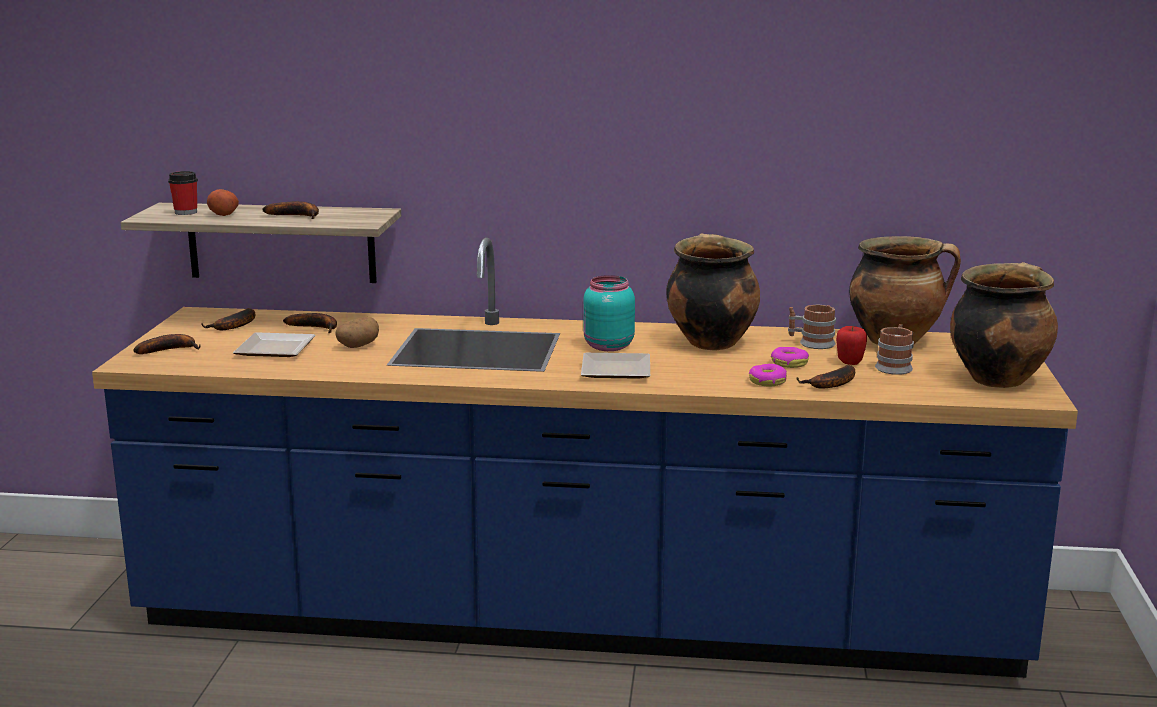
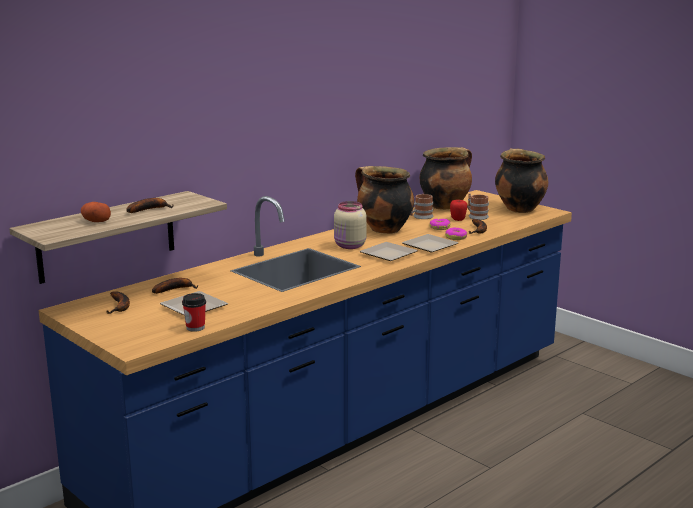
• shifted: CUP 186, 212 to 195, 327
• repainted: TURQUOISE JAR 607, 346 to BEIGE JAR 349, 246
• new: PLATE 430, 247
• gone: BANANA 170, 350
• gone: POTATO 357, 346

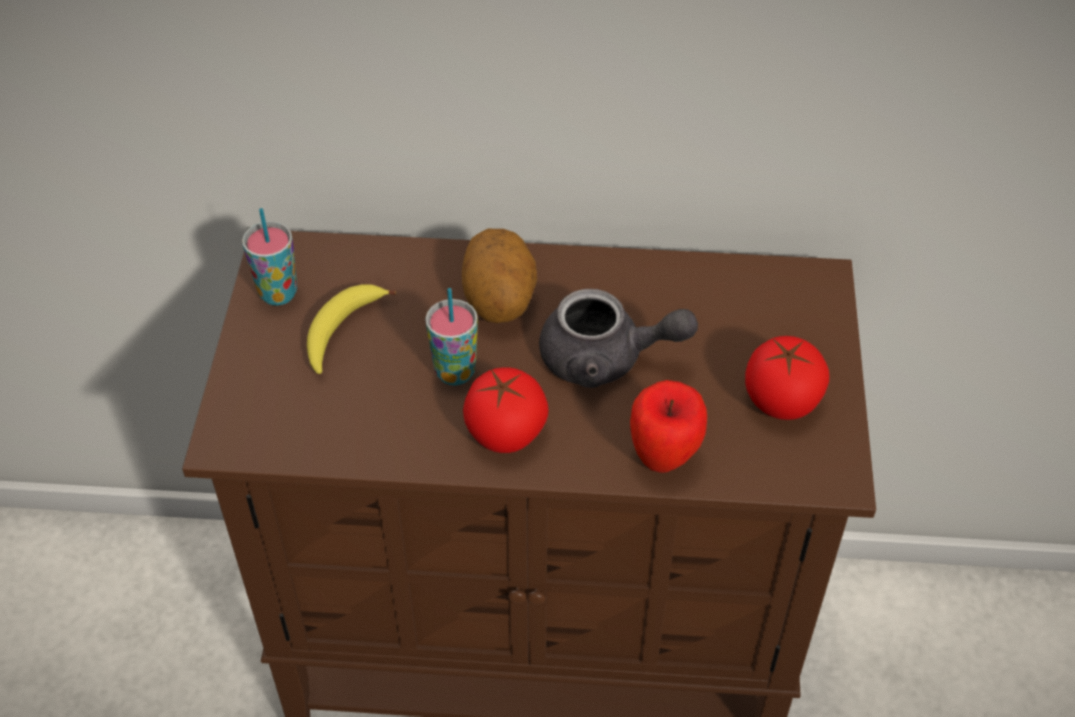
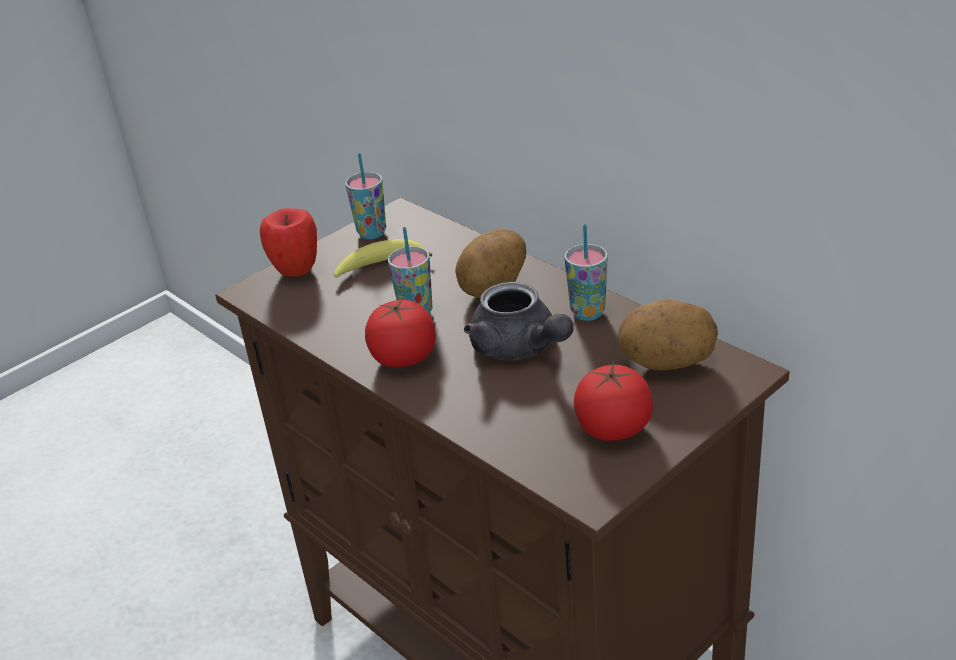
• shifted: APPLE 663, 458 to 296, 272
• new: CUP 588, 313
• new: POTATO 667, 362

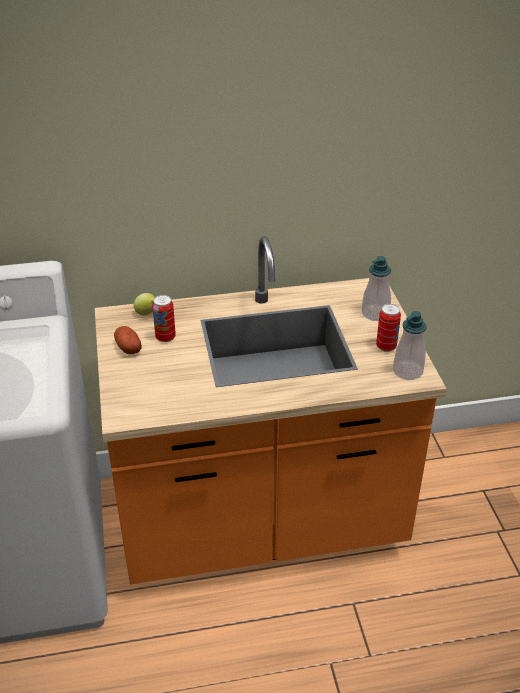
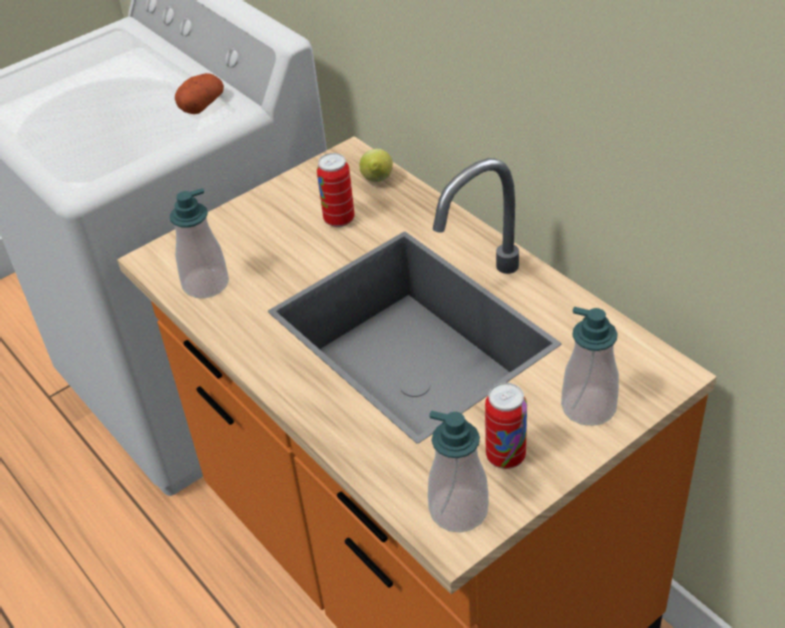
• new: SOAP DISPENSER 206, 284
• shifted: POTATO 128, 347 to 202, 105

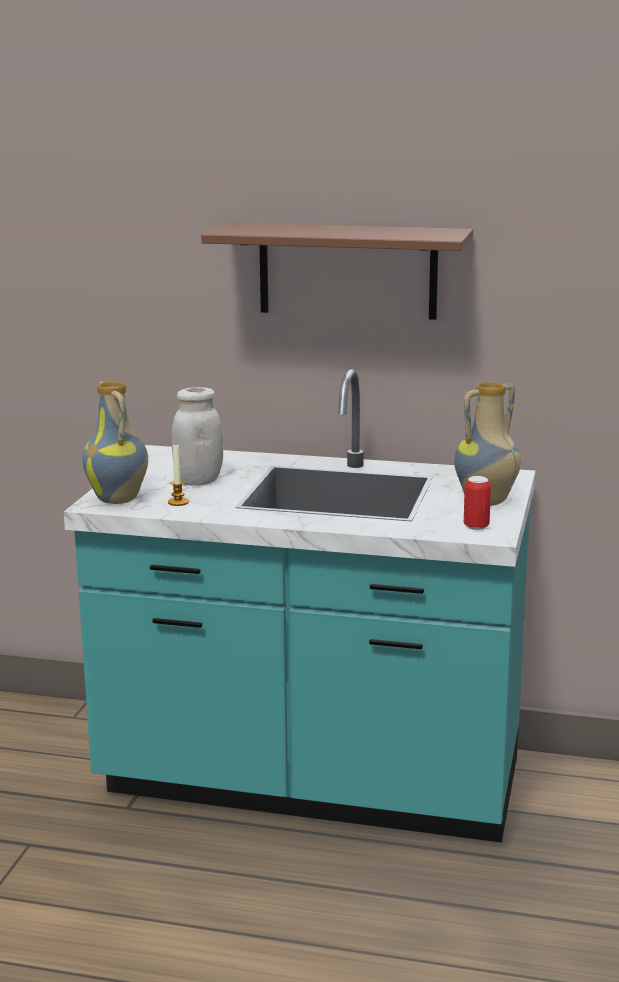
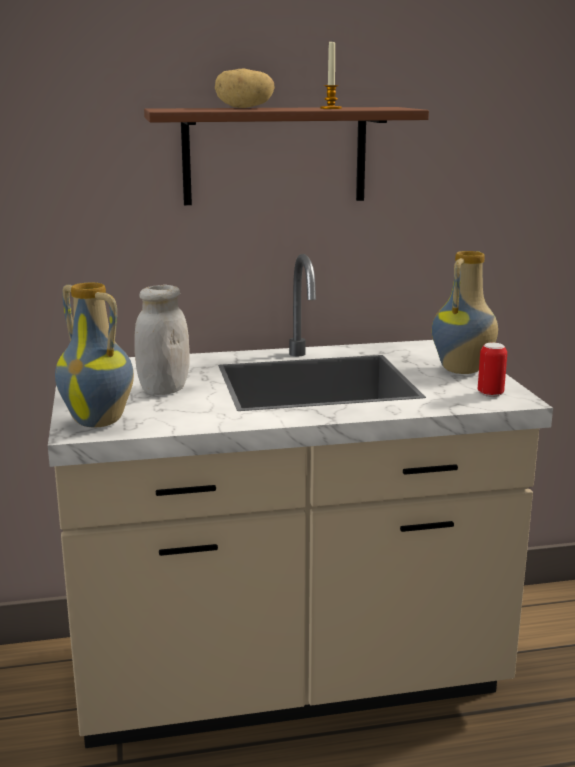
• repainted: TURQUOISE COUNTER 311, 785 to BEIGE COUNTER 287, 680
• new: POTATO 244, 107
• shifted: CANDLE 178, 502 to 331, 108

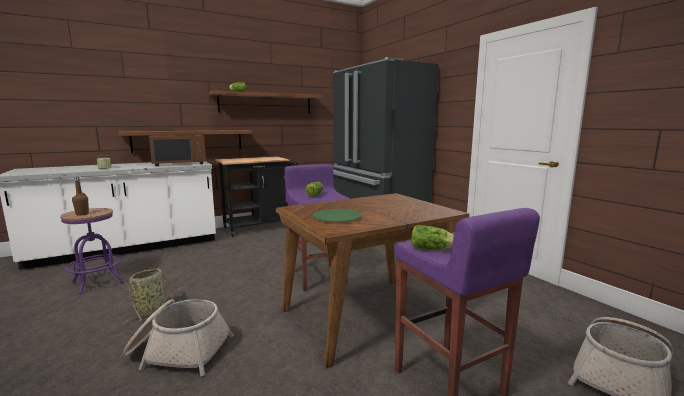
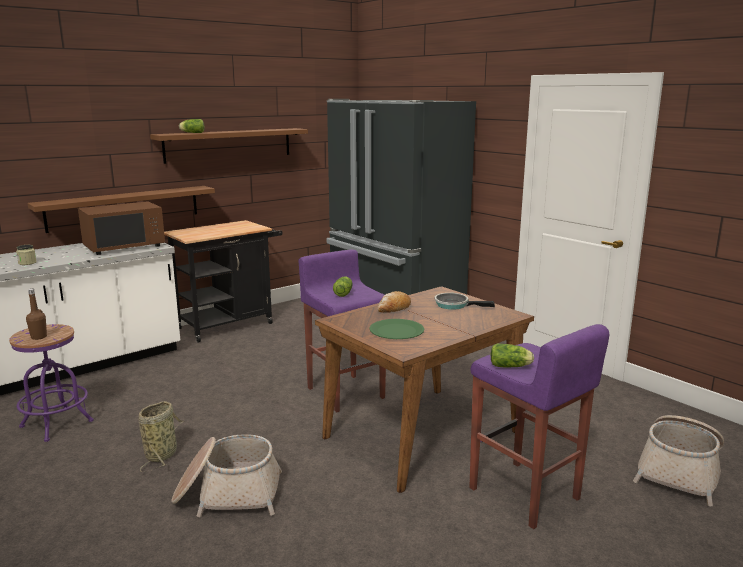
• new: BREAD 393, 309
• new: FRYING PAN 454, 305

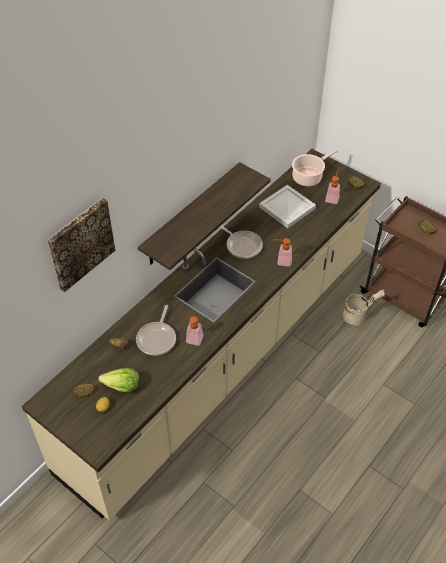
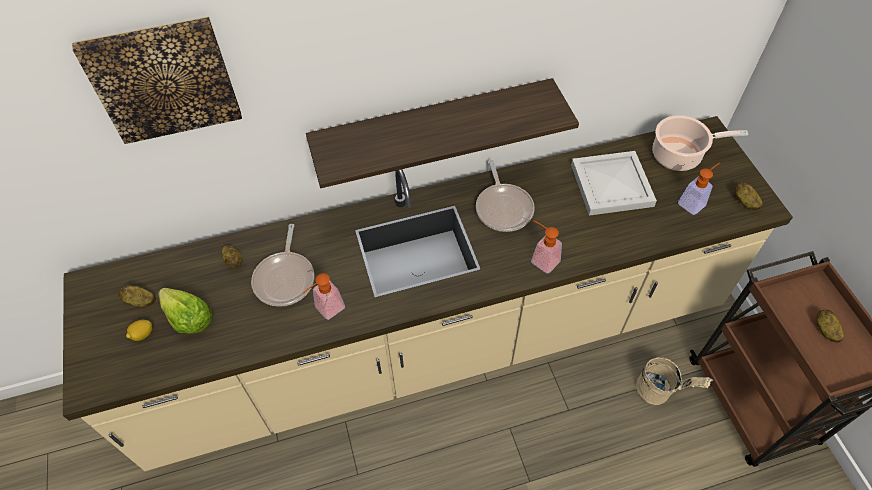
• rotated: FRYING PAN 157, 338 = 285, 278 45 degrees counterclockwise

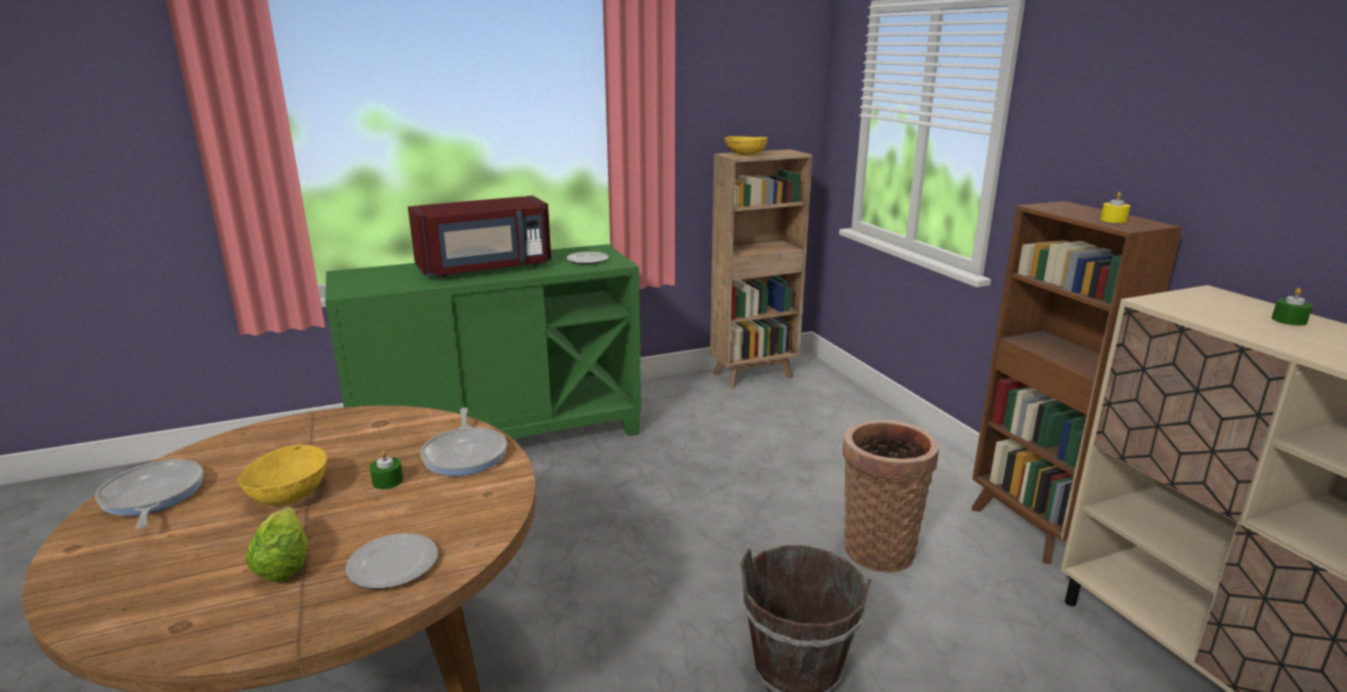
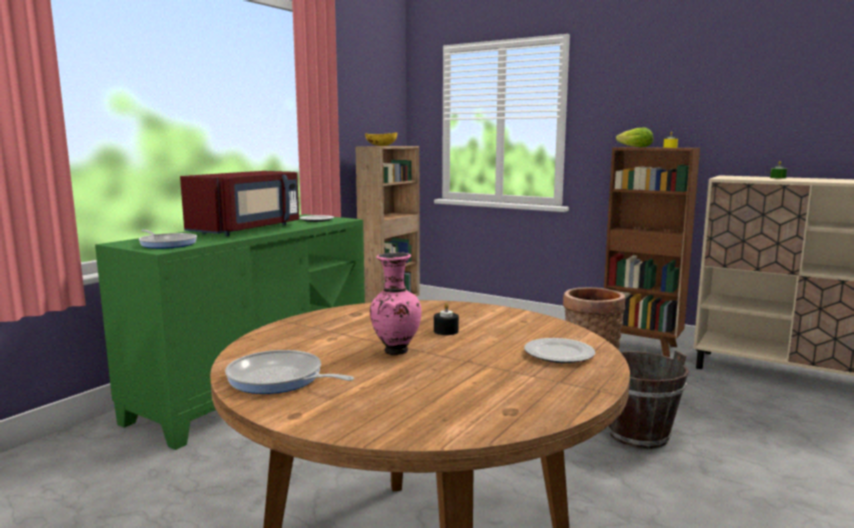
• shifted: FRYING PAN 466, 454 to 167, 244
• swapped: YELLOW BOWL 289, 495 to PINK VASE 395, 351
• repainted: GREEN CANDLE 387, 481 to BLACK CANDLE 446, 331
• shifted: LETTUCE 285, 560 to 633, 147

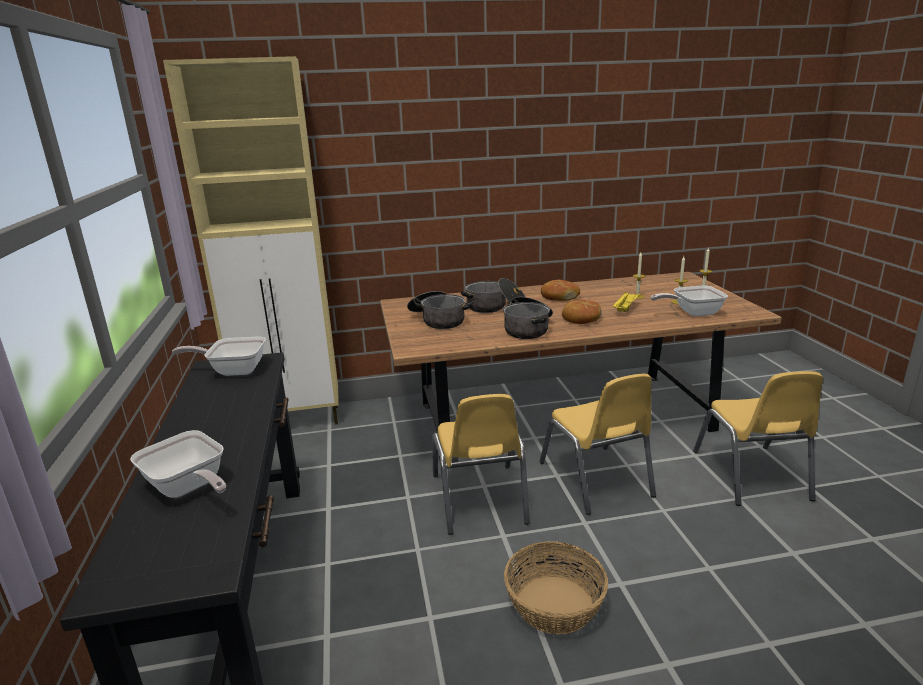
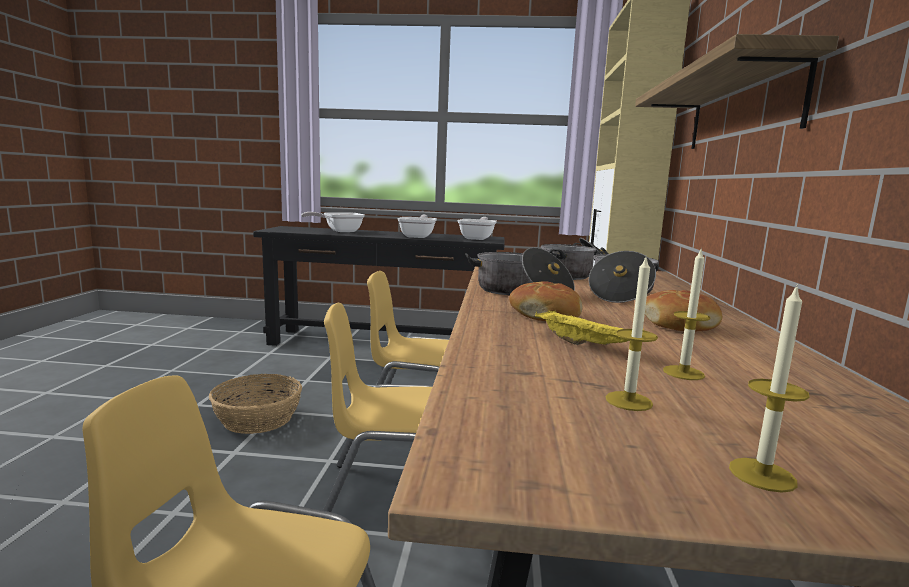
• shifted: FRYING PAN 692, 313 to 418, 236
• new: SHELF 741, 109

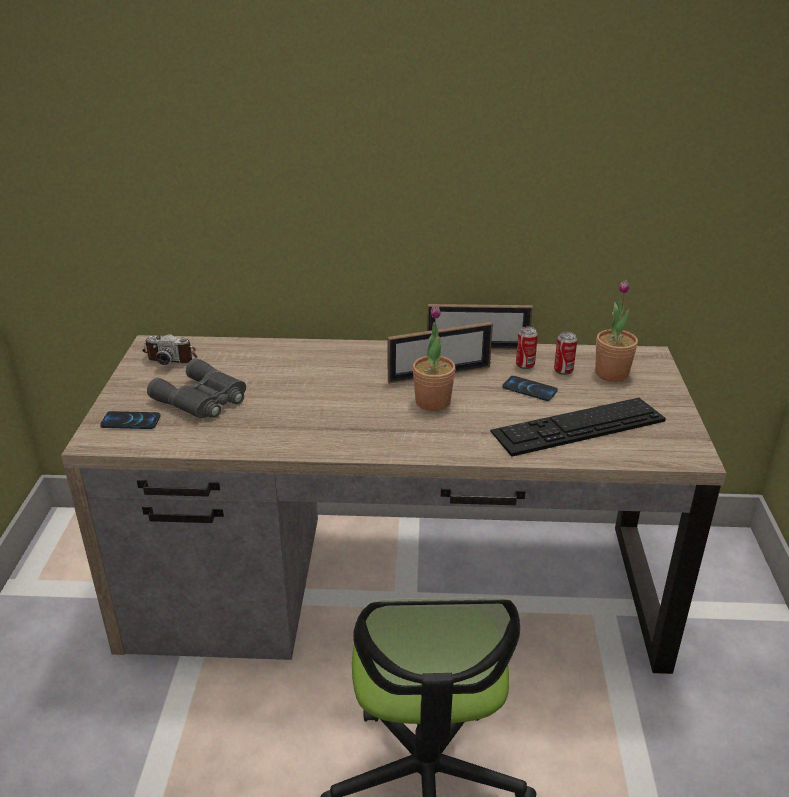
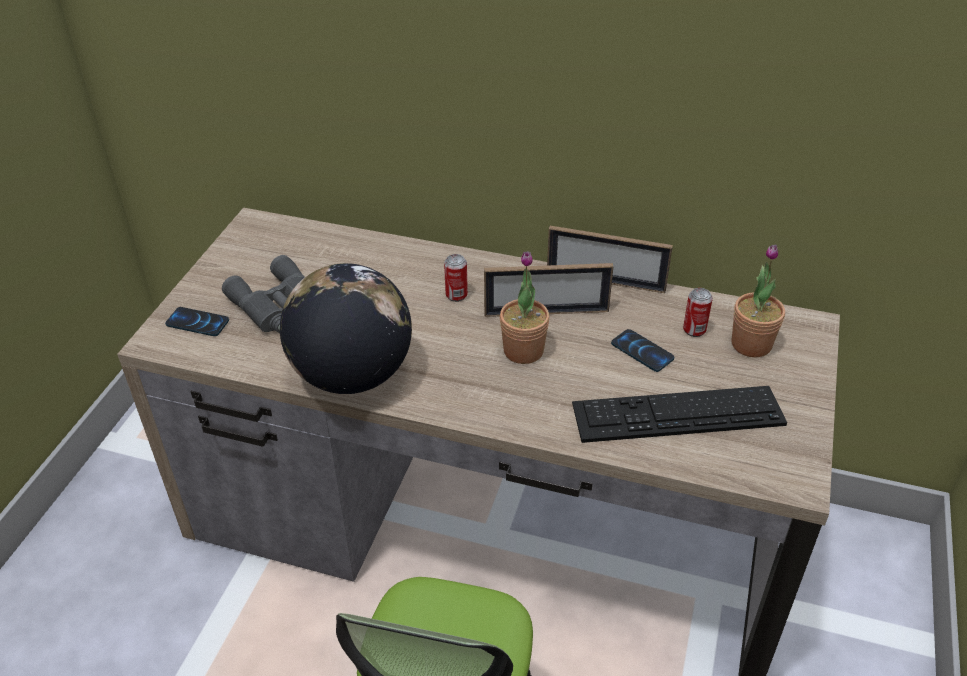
• new: GLOBE 352, 375
• shifted: CAN 525, 365 to 456, 295
• gone: PHOTO CAMERA 172, 356

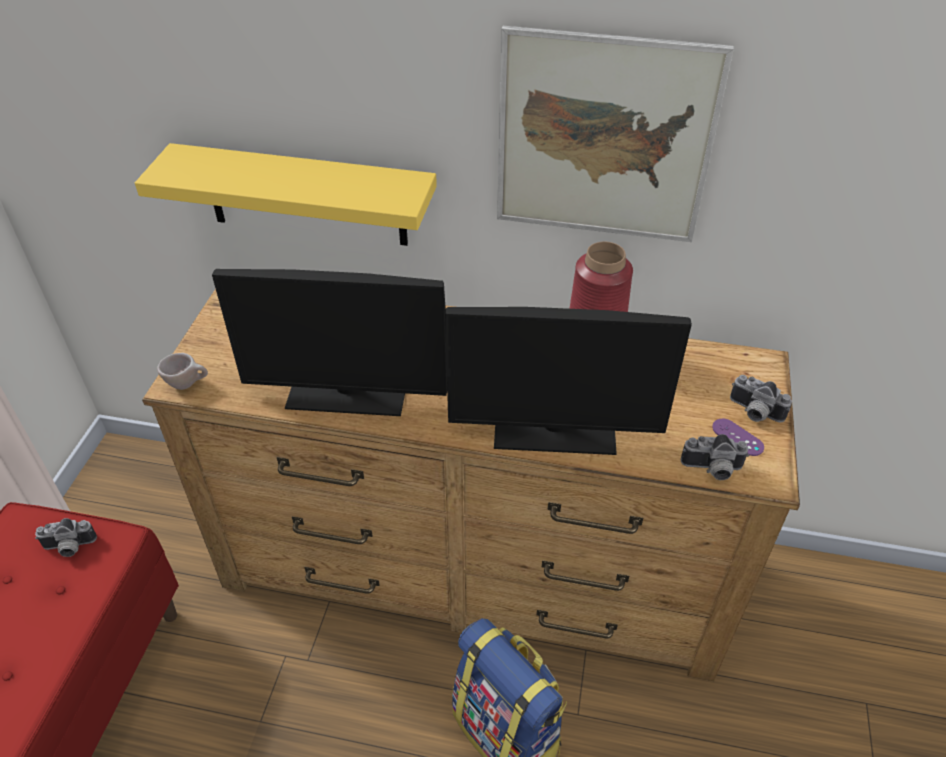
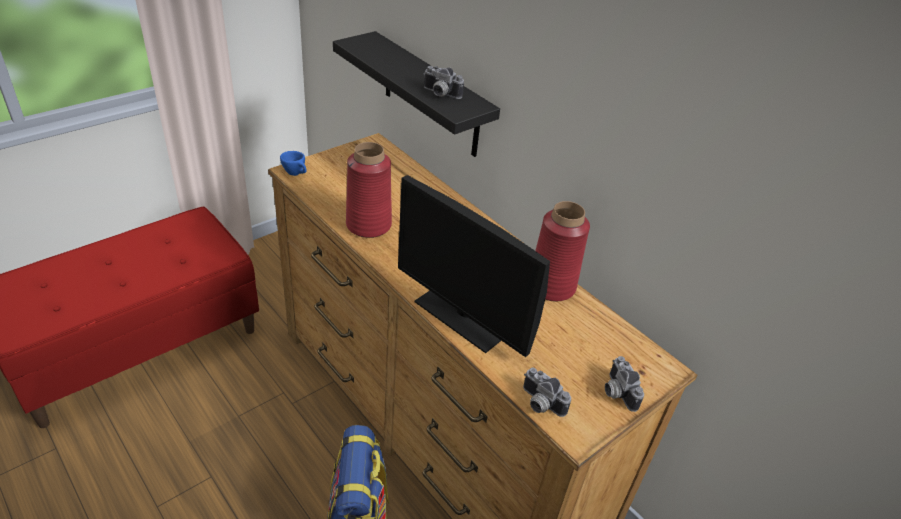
• repainted: BEIGE CUP 188, 384 to BLUE CUP 296, 174
• repainted: YELLOW SHELF 306, 196 to BLACK SHELF 431, 95
• swapped: MONITOR 347, 393 to RED VASE 369, 225
• shifted: PHOTO CAMERA 69, 548 to 440, 94
• gone: PICTURE 604, 139
• gone: PURPLE GAME CONTROLLER 737, 437

